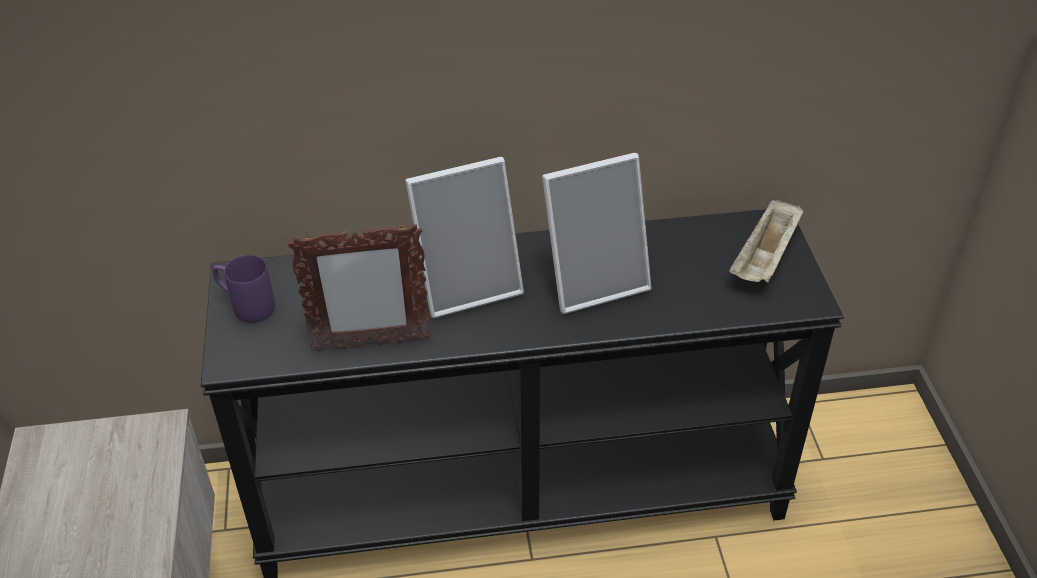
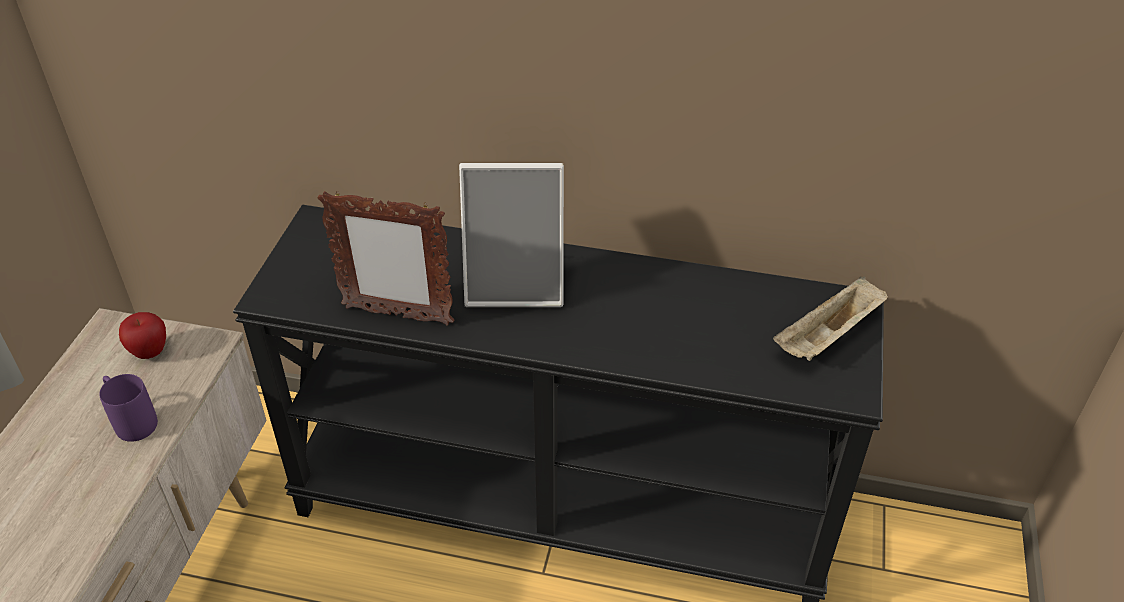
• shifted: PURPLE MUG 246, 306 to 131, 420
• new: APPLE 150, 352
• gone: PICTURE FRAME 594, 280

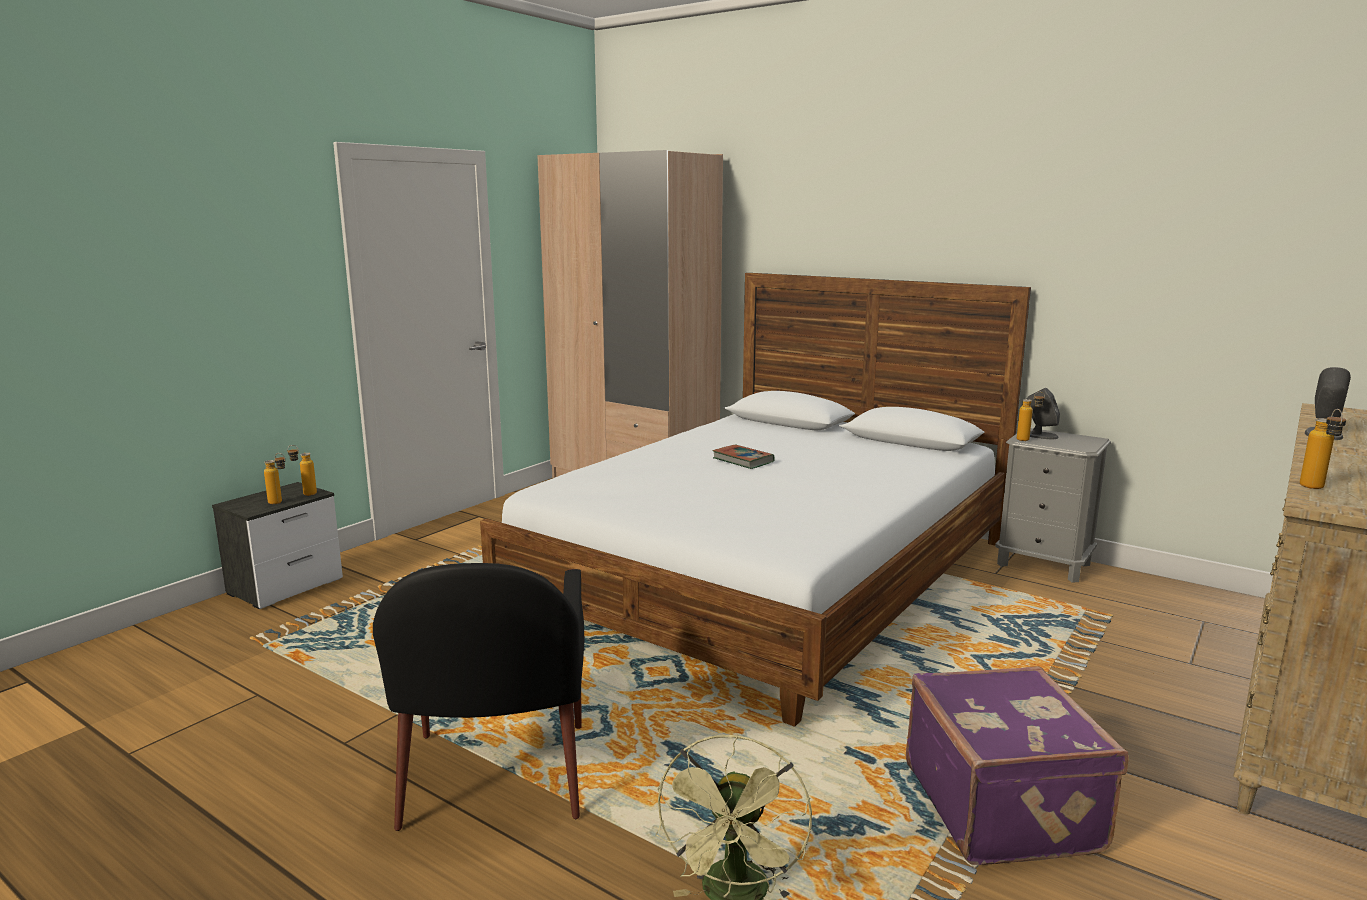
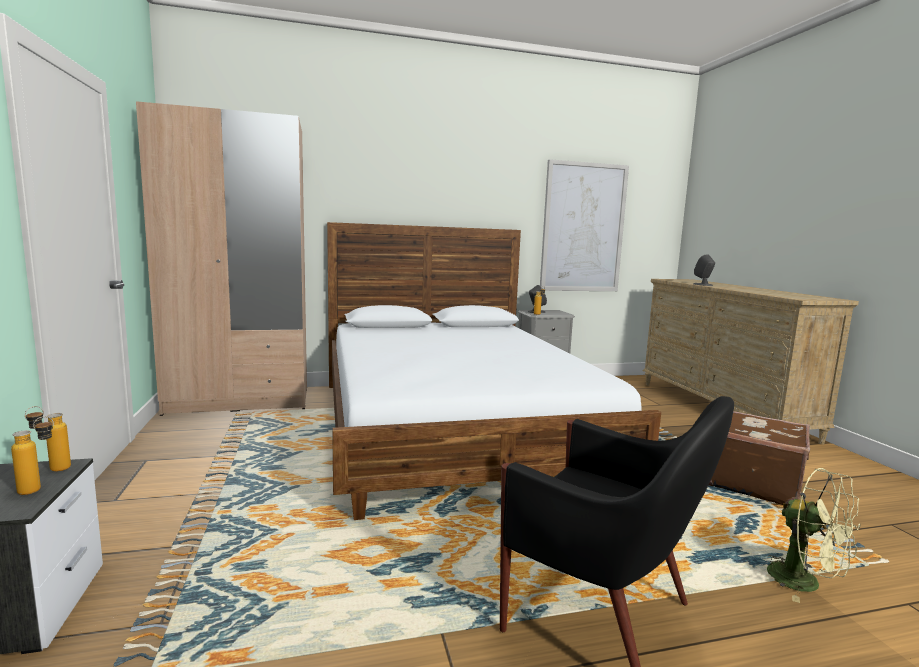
• new: PICTURE 583, 228
• repainted: PURPLE SUITCASE 1003, 806 to BROWN SUITCASE 749, 482
• gone: BOOK 743, 460
• gone: BOTTLE 1316, 489

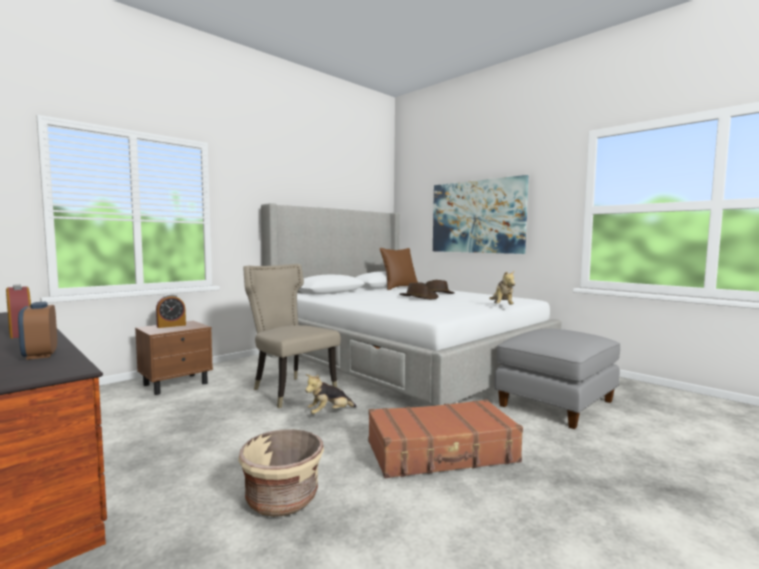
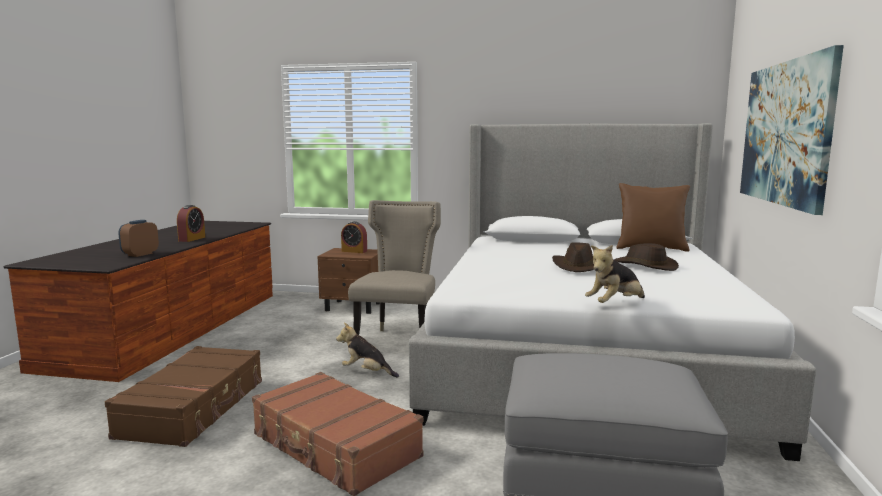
• swapped: BEIGE PLANTER 282, 499 to BROWN SUITCASE 195, 408

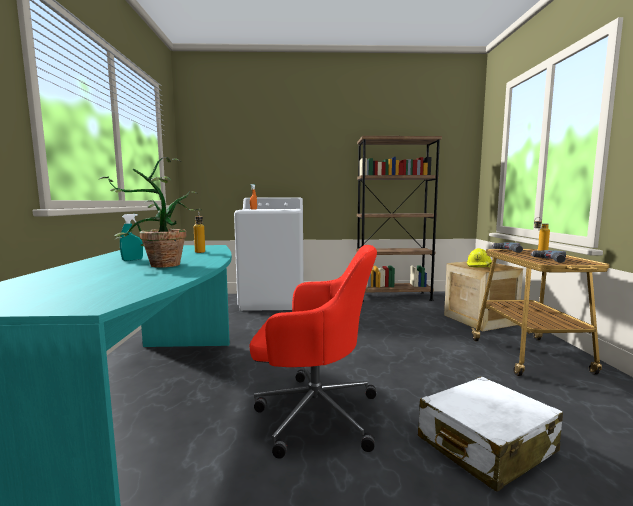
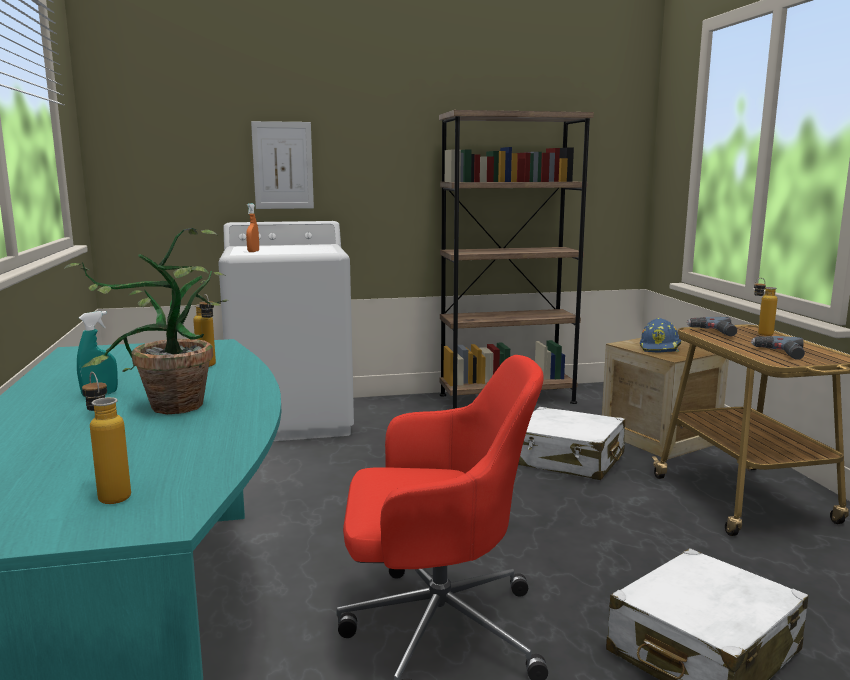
• new: BOTTLE 110, 494
• new: PICTURE 283, 165
• new: WHITE SUITCASE 568, 460
• repainted: YELLOW HARD HAT 479, 265 to BLUE HARD HAT 660, 348

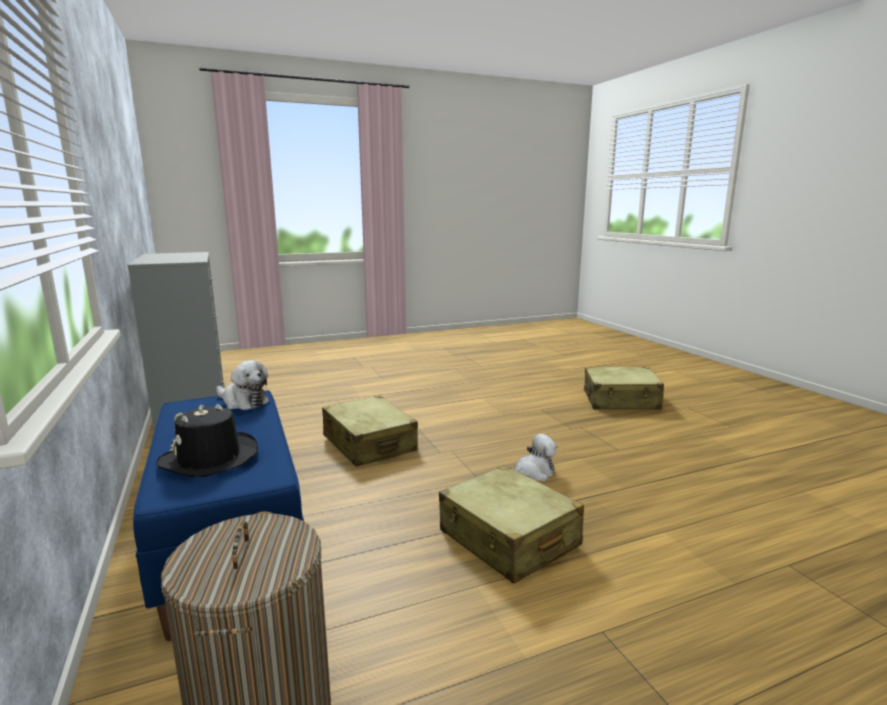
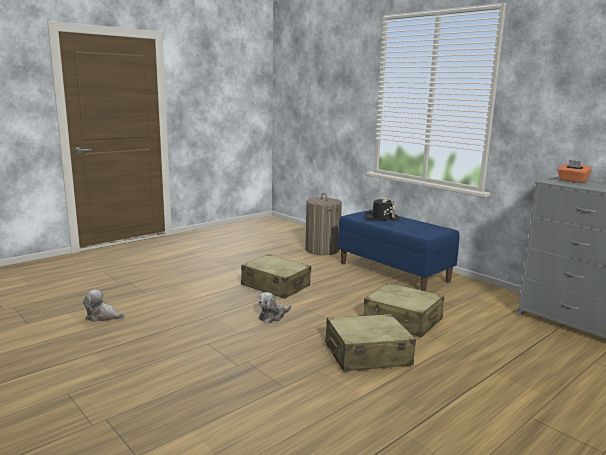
• shifted: PLUSH TOY 243, 402 to 102, 317
• shifted: BEIGE SUITCASE 621, 400 to 367, 355
• new: ORANGE TISSUE BOX 572, 181

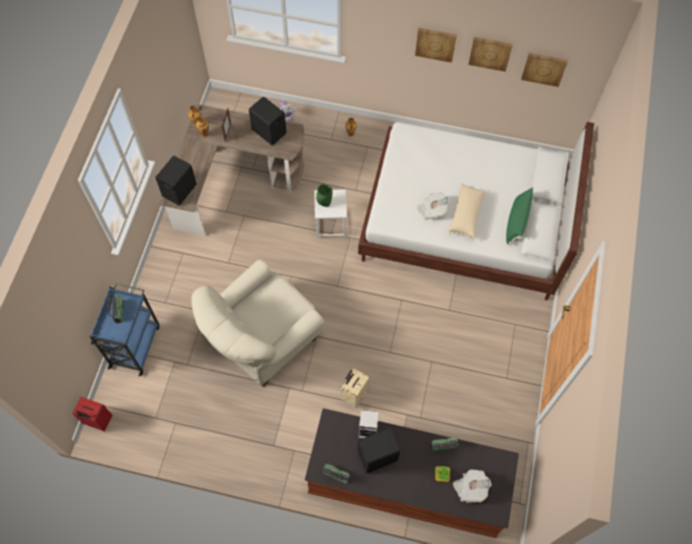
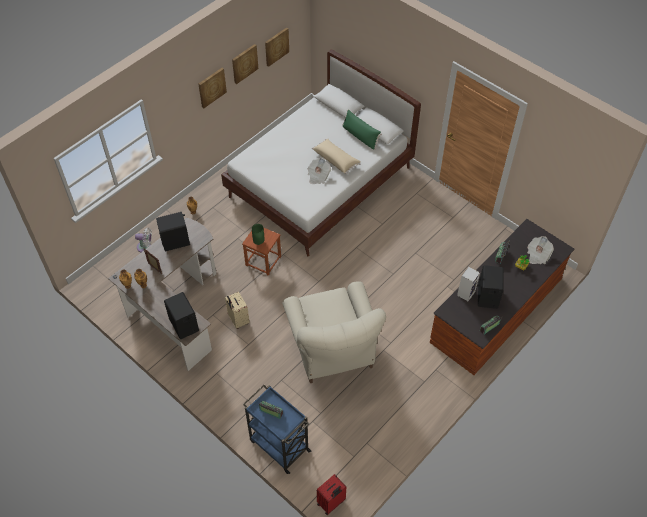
• shifted: BEIGE SUITCASE 354, 394 to 238, 320
• repainted: WHITE STOOL 331, 224 to BROWN STOOL 263, 261

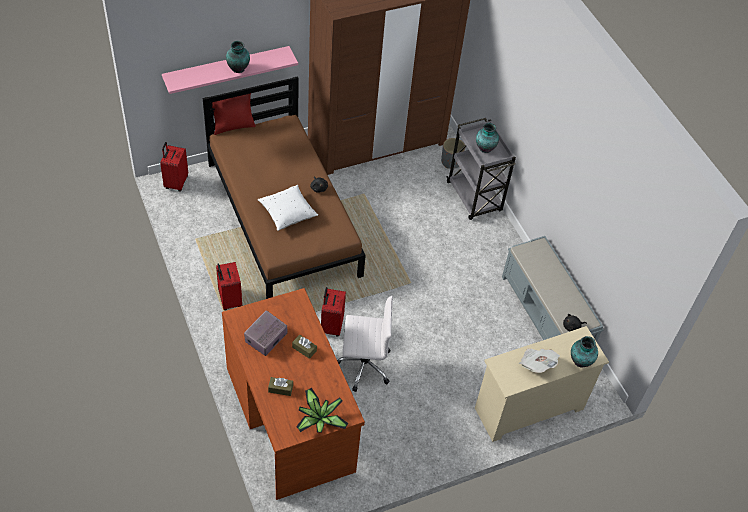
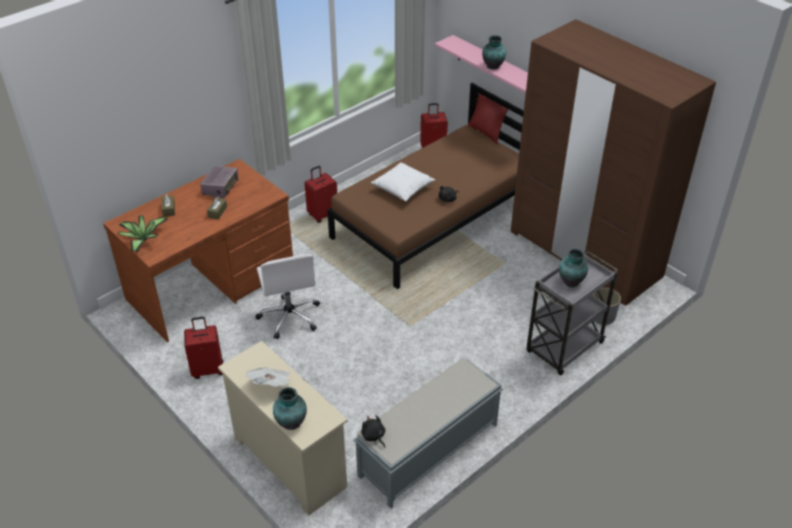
• shifted: RED SUITCASE 331, 326 to 208, 369
• rotated: RADIO 265, 338 = 221, 188 90 degrees clockwise

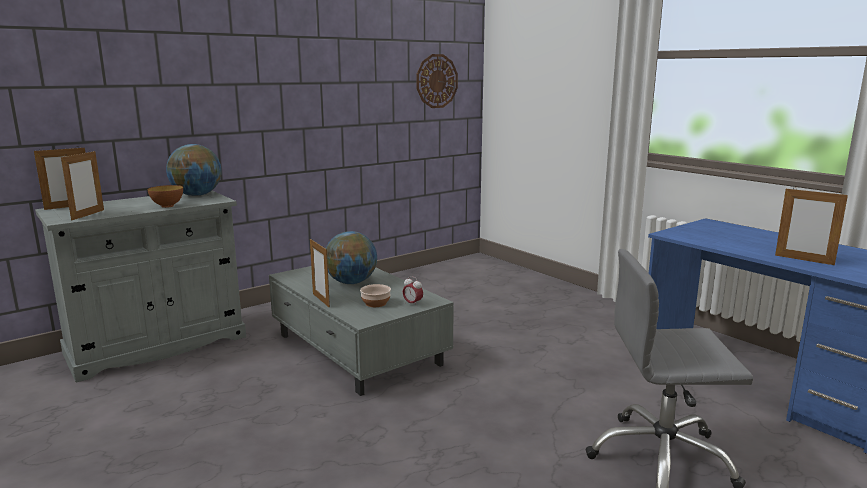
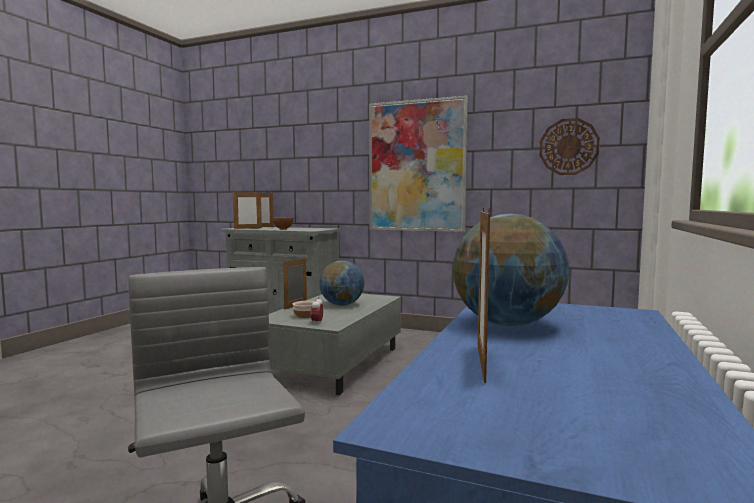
• new: PICTURE 416, 166
• shifted: GLOBE 196, 195 to 507, 324

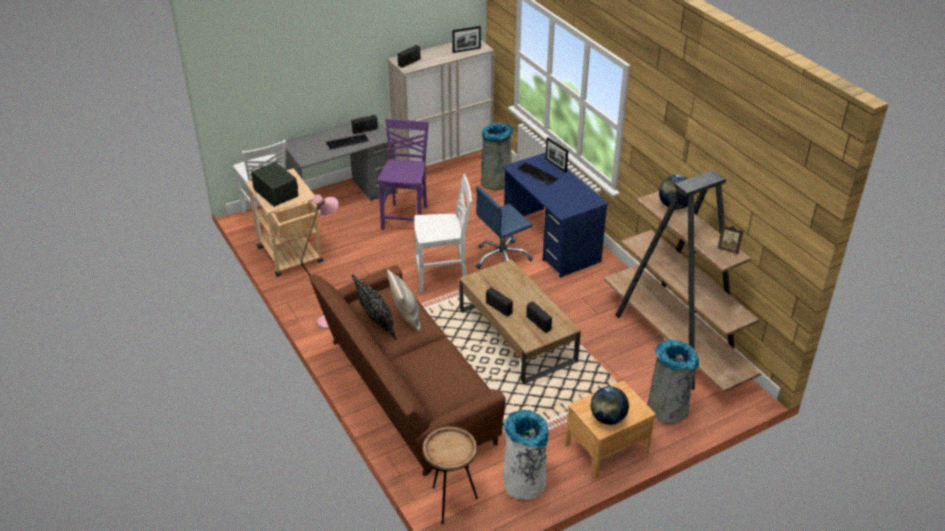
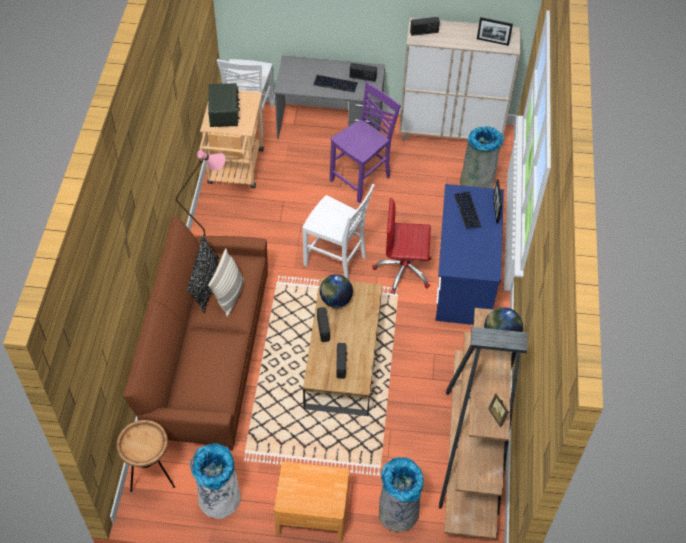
• shifted: GLOBE 607, 418 to 335, 300
• repainted: BLUE OFFICE CHAIR 502, 259 to RED OFFICE CHAIR 403, 271

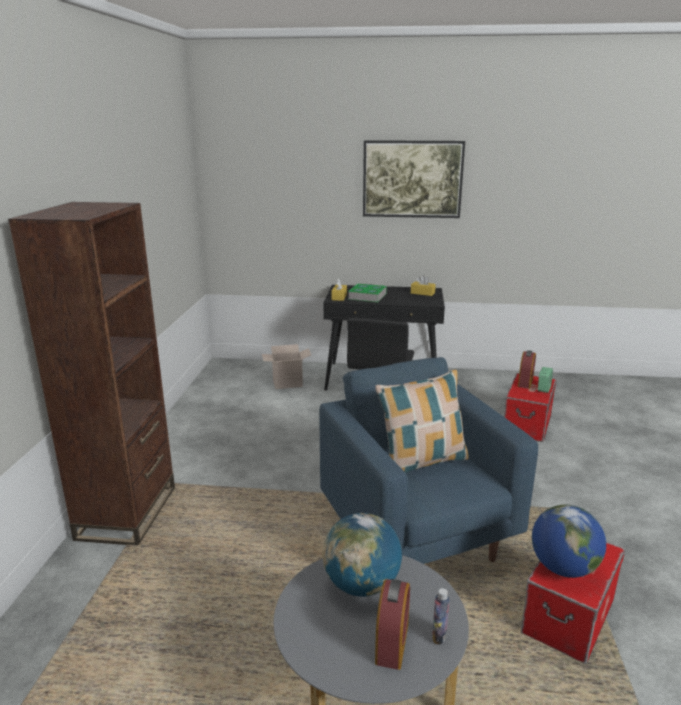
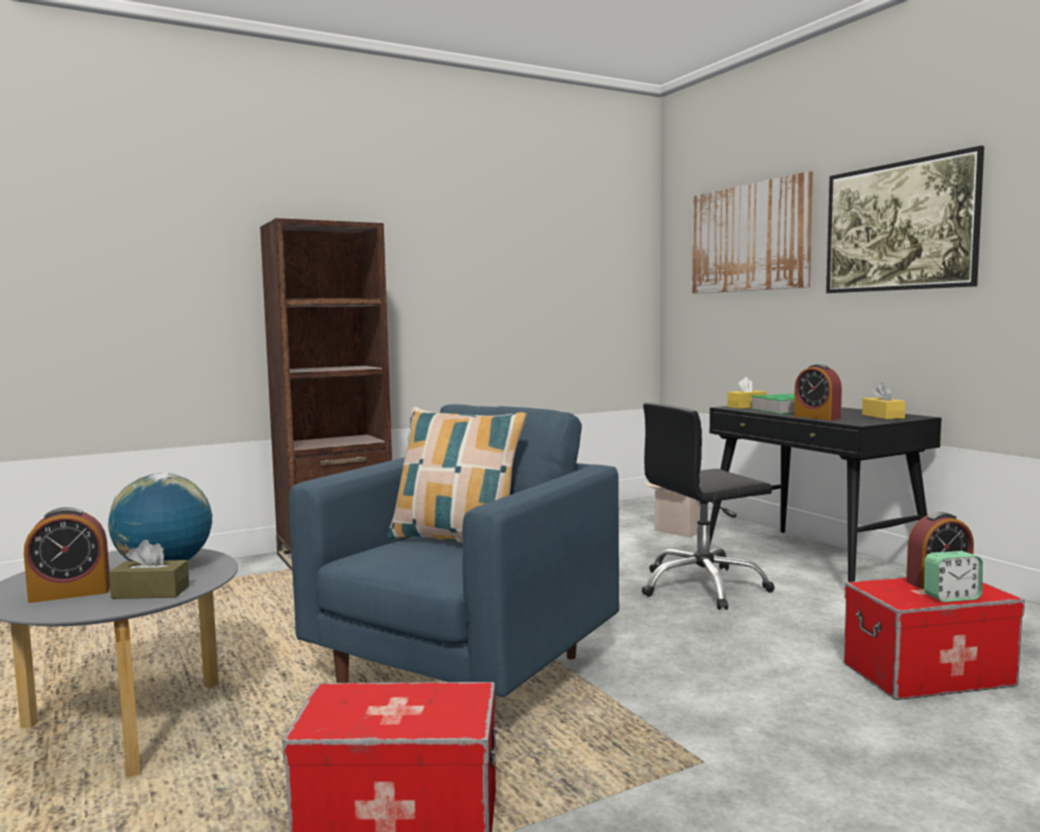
• new: BROWN TISSUE BOX 151, 592
• new: PICTURE 749, 238
• new: ALARM CLOCK 817, 417
• gone: BOTTLE 439, 636
• gone: GLOBE 563, 568

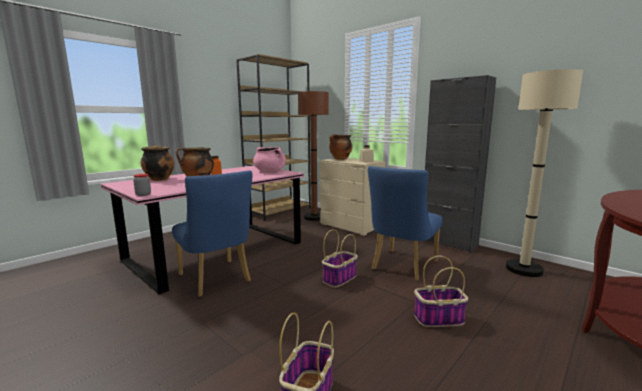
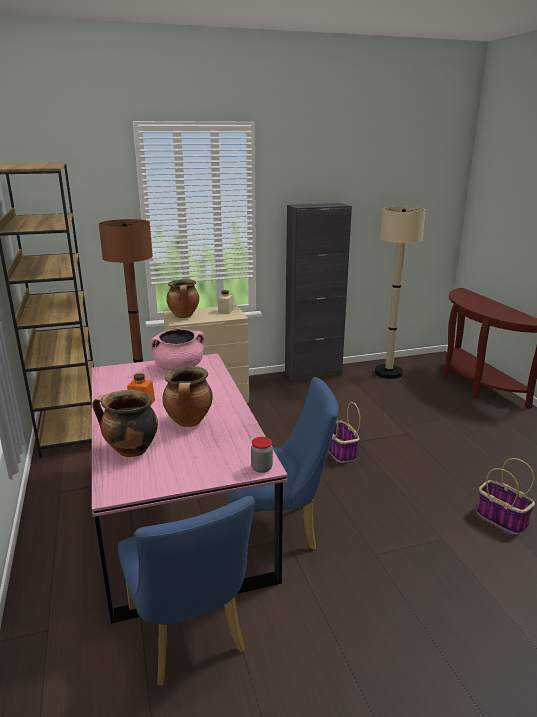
• shifted: BLUE CHAIR 402, 267 to 189, 636
• gone: BASKET 438, 319

